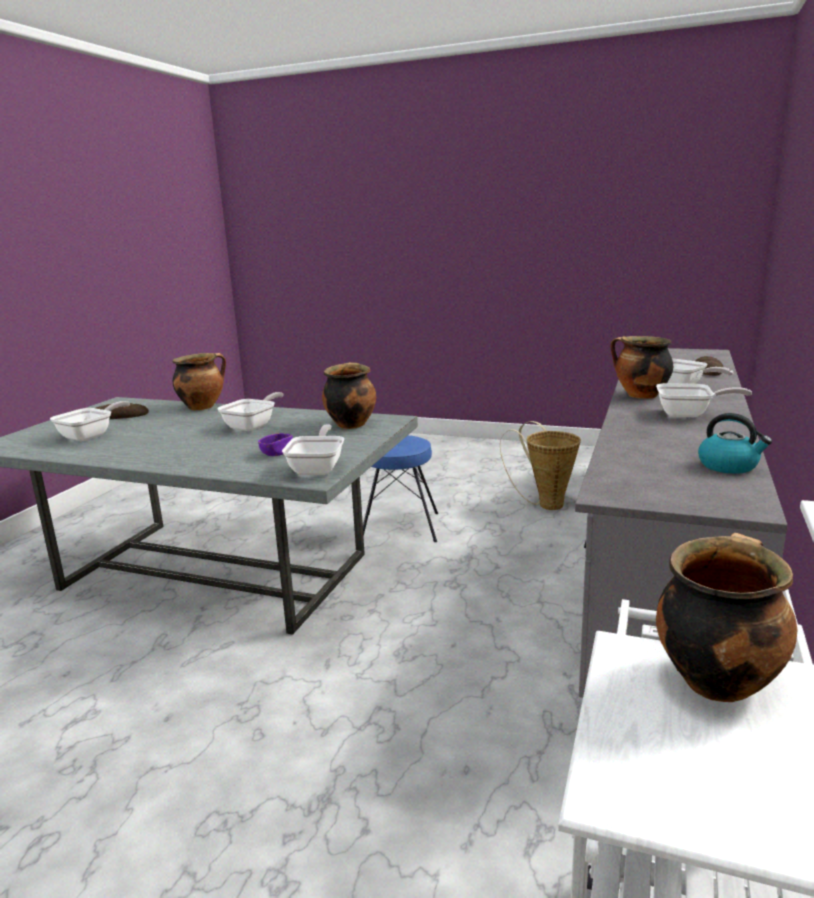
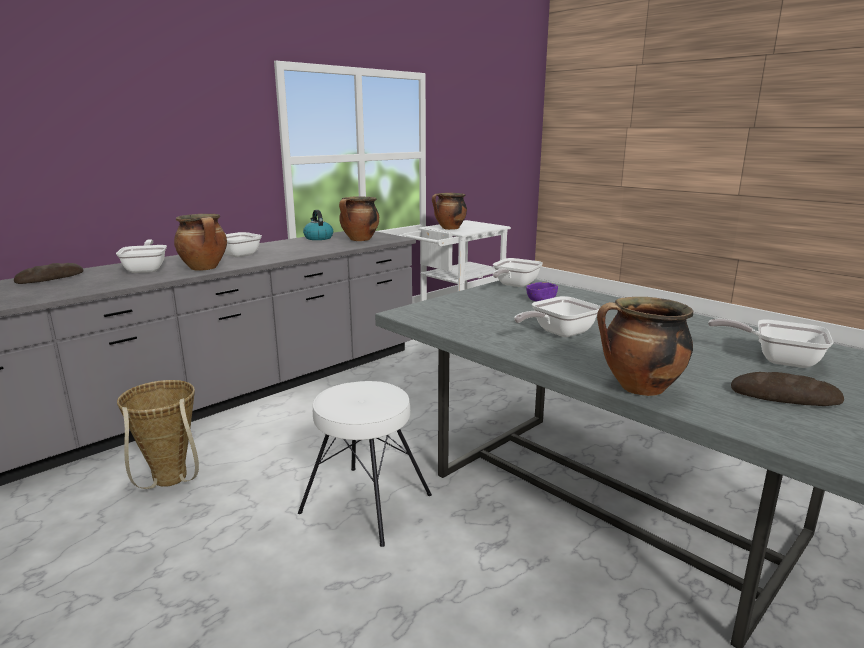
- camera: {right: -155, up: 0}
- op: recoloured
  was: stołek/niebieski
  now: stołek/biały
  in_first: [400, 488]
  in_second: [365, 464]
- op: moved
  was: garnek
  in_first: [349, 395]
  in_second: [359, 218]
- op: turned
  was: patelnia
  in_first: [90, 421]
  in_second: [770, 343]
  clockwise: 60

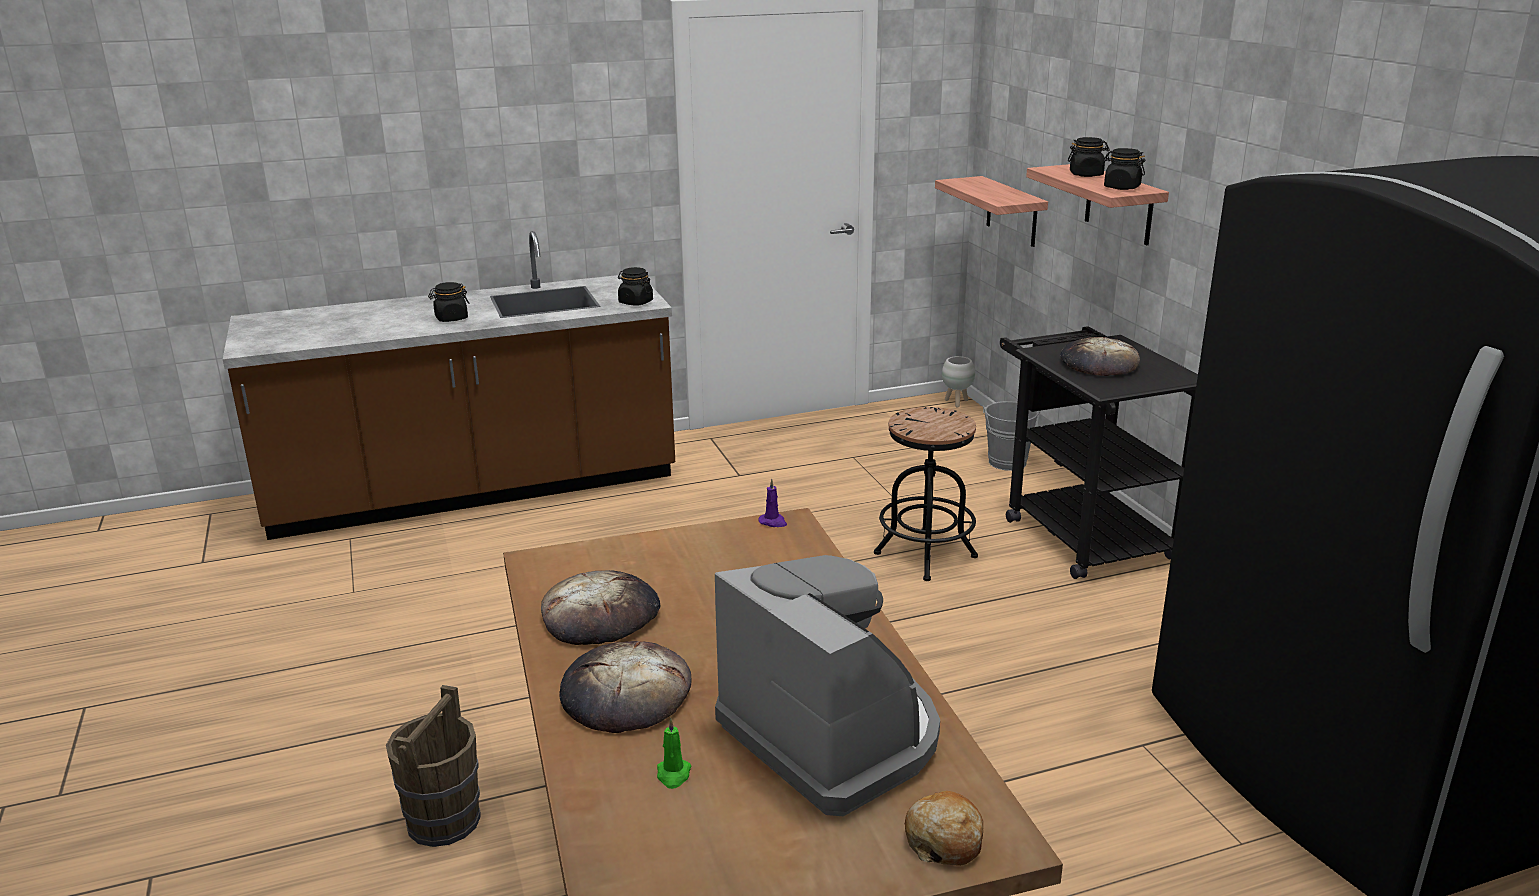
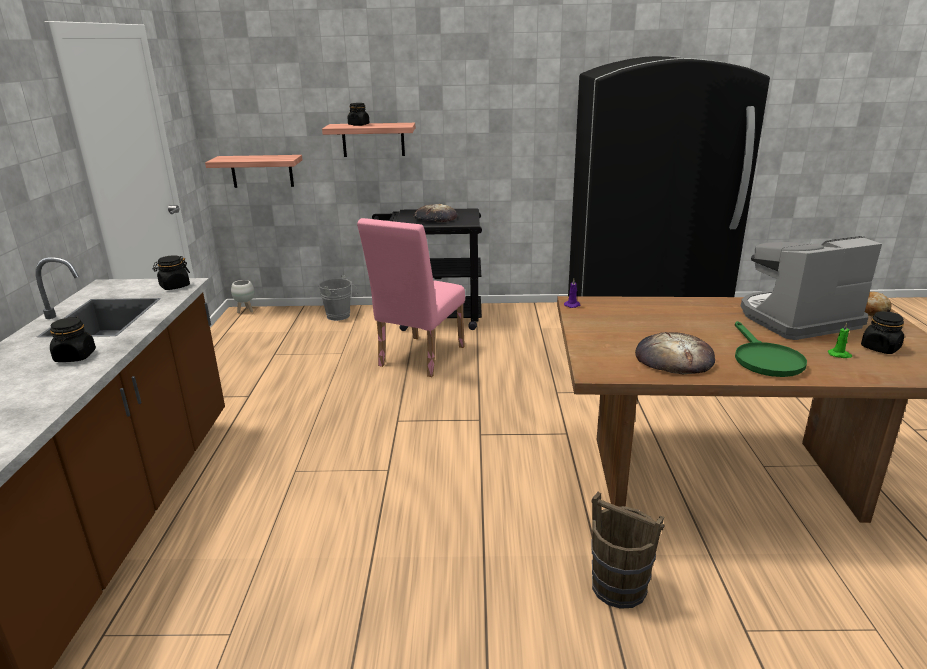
- camera: {right: -70, up: 0}
- op: replaced
  was: stołek/czarny
  now: krzesło/różowy
  in_first: [926, 494]
  in_second: [411, 297]
- op: replaced
  was: chleb
  now: patelnia/zielony
  in_first: [625, 687]
  in_second: [771, 349]
- op: moved
  was: słoik/czarny
  in_first: [1124, 169]
  in_second: [882, 332]

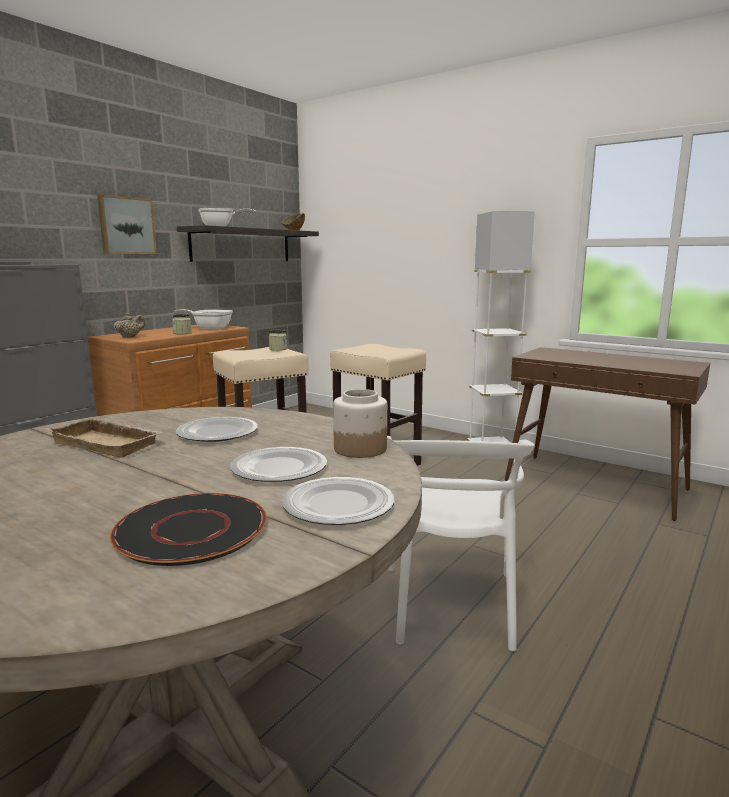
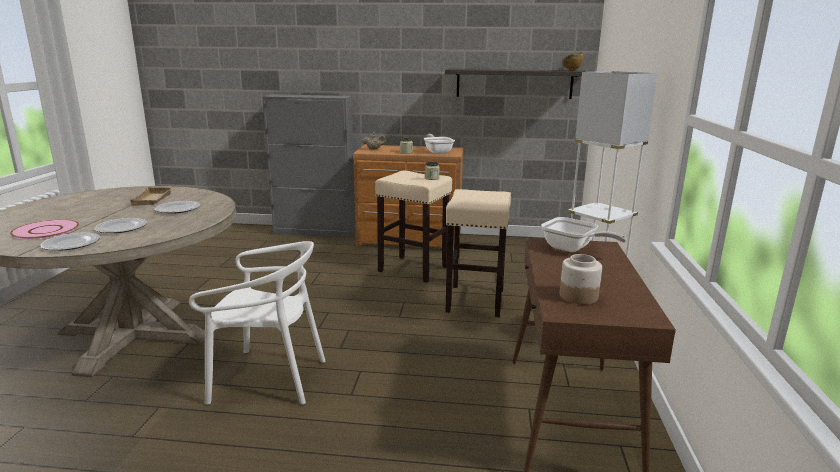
- camera: {right: 60, up: 5}
- op: recoloured
  was: talerz/czarny
  now: talerz/różowy
  in_first: [188, 529]
  in_second: [44, 230]
- op: turned
  was: krzesło/biały
  in_first: [460, 543]
  in_second: [257, 323]
  clockwise: -150
- op: moved
  was: patelnia
  in_first: [227, 217]
  in_second: [584, 234]
- op: moved
  was: słoik
  in_first: [360, 423]
  in_second: [581, 279]
- op: removed
  was: obraz
  in_first: [127, 224]

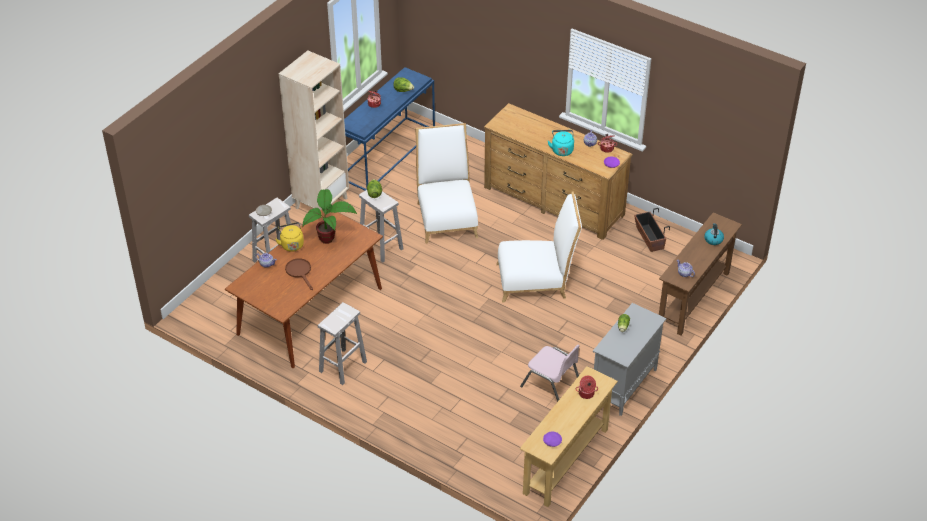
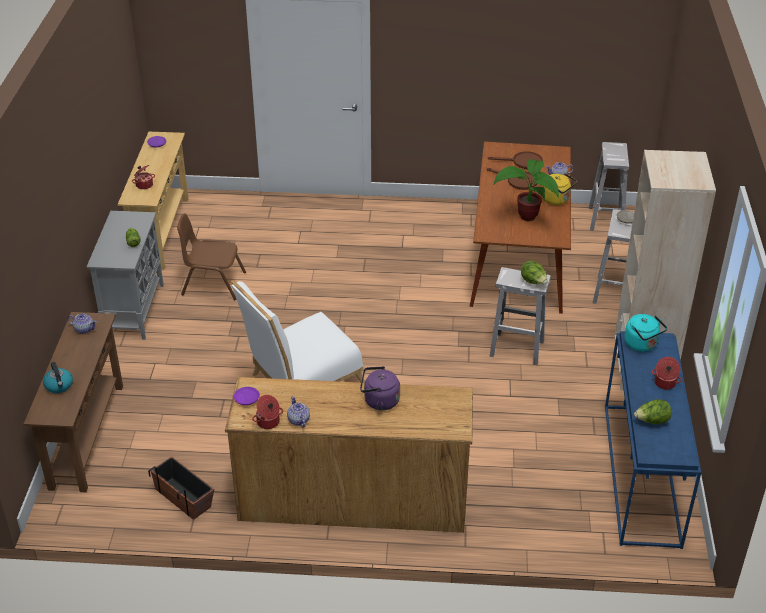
- camera: {right: 150, up: -5}
- op: recoloured
  was: krzesło/różowy
  now: krzesło/brązowy
  in_first: [550, 373]
  in_second: [211, 256]
- op: added
  now: czajnik/fioletowy
  in_second: [380, 388]
- op: added
  now: patelnia/brązowy
  in_second: [515, 160]
- op: moved
  was: stołek/biały
  in_first: [342, 343]
  in_second: [609, 186]
- op: moved
  was: czajnik/turkusowy
  in_first: [561, 143]
  in_second: [645, 333]
- op: removed
  was: krzesło/biały
  in_first: [446, 183]

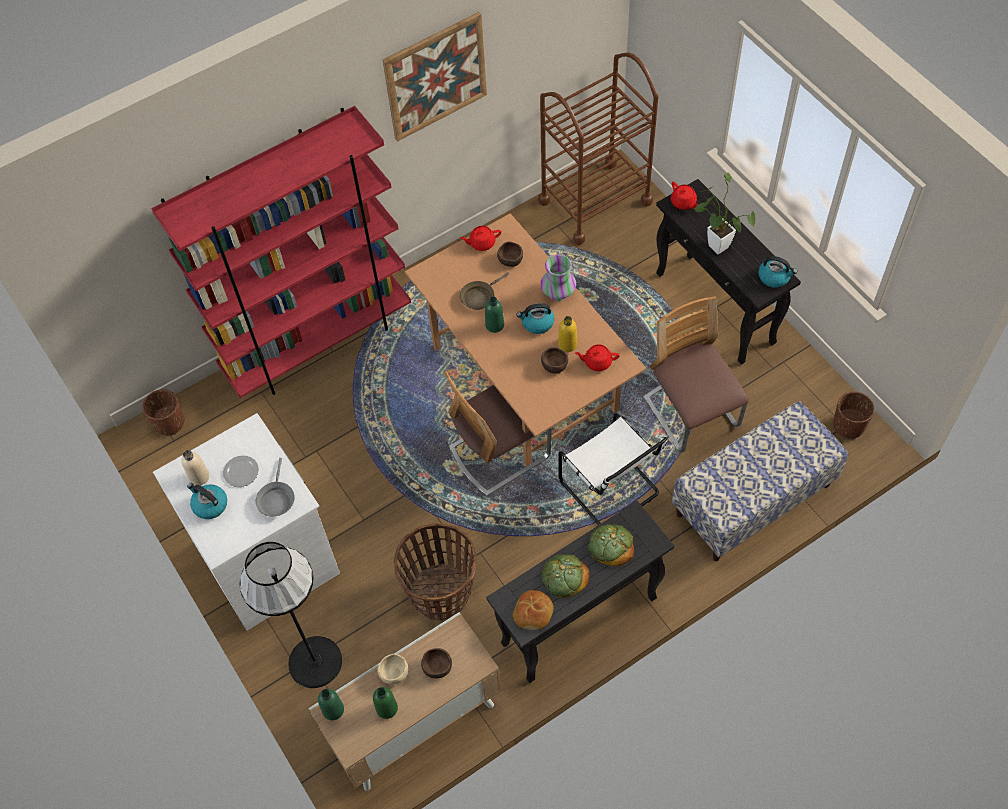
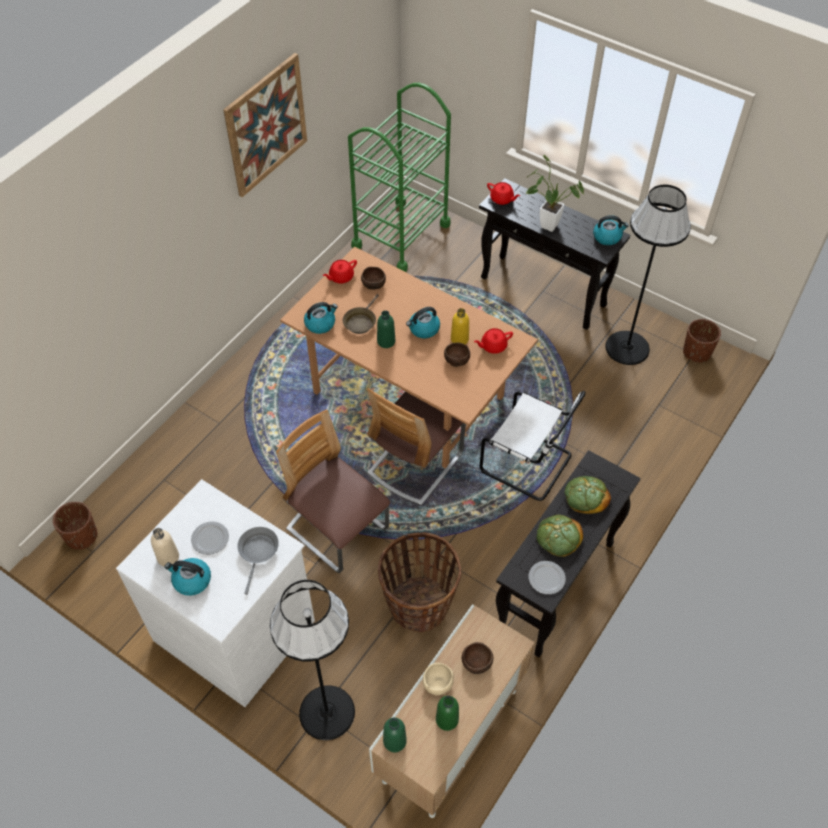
- camera: {right: -25, up: -5}
- op: turned
  was: patelnia/szary
  in_first: [275, 487]
  in_second: [258, 561]
  clockwise: -150
- op: moved
  was: krzesło
  in_first: [696, 374]
  in_second: [333, 491]
- op: added
  now: czajnik
  in_second: [321, 318]
- op: recoloured
  was: wózek/brązowy
  now: wózek/zielony
  in_first: [598, 148]
  in_second: [399, 177]
- op: replaced
  was: chleb
  now: talerz
  in_first: [533, 610]
  in_second: [547, 577]
- op: added
  now: lampa stojąca/czarny
  in_second: [648, 275]
- op: removed
  was: regał/czerwony
  in_first: [281, 252]
- op: removed
  was: wazon
  in_first: [558, 278]
- op: removed
  was: ławka
  in_first: [760, 481]

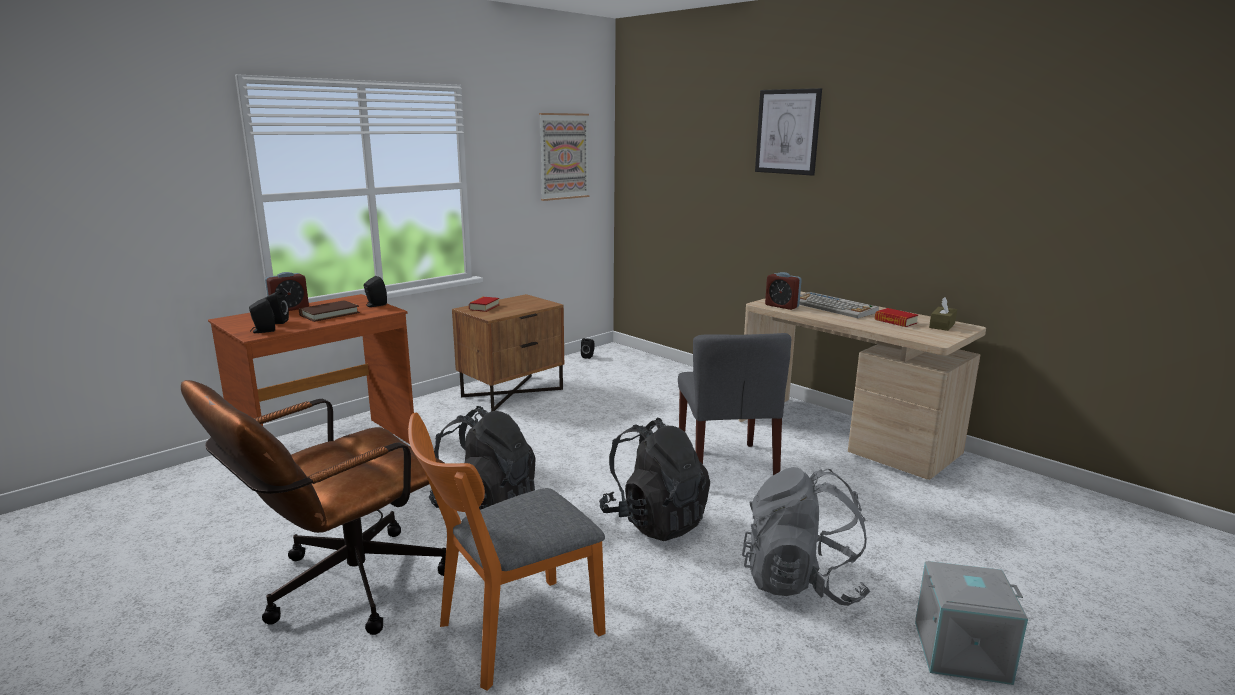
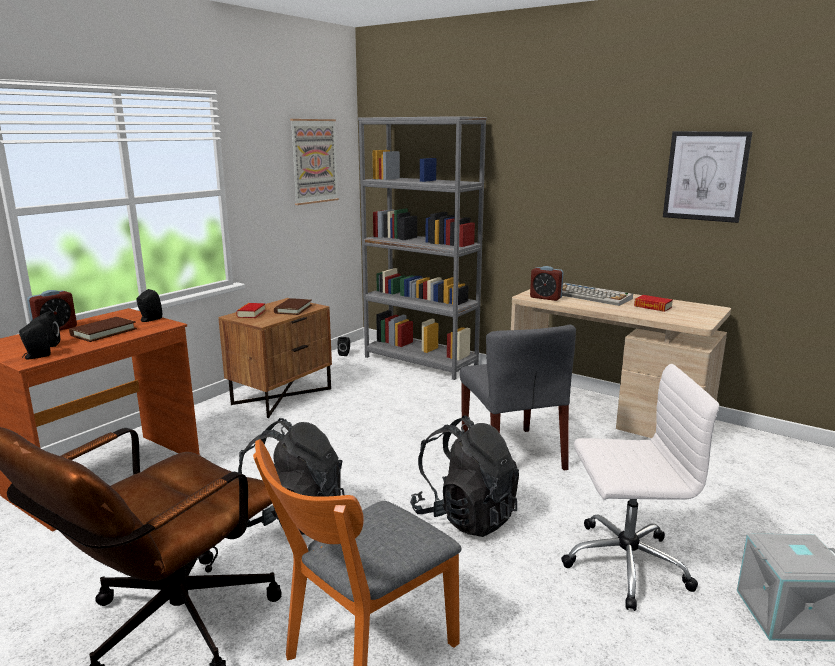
- camera: {right: -10, up: 0}
- op: added
  now: książka/brązowy
  in_second: [293, 306]
- op: added
  now: regał/szary
  in_second: [422, 248]
- op: replaced
  was: plecak/szary
  now: krzesło biurowe/biały
  in_first: [806, 536]
  in_second: [640, 487]
- op: moved
  was: obraz
  in_first: [788, 132]
  in_second: [707, 177]
- op: removed
  was: pudełko chusteczek/brązowy
  in_first: [943, 314]

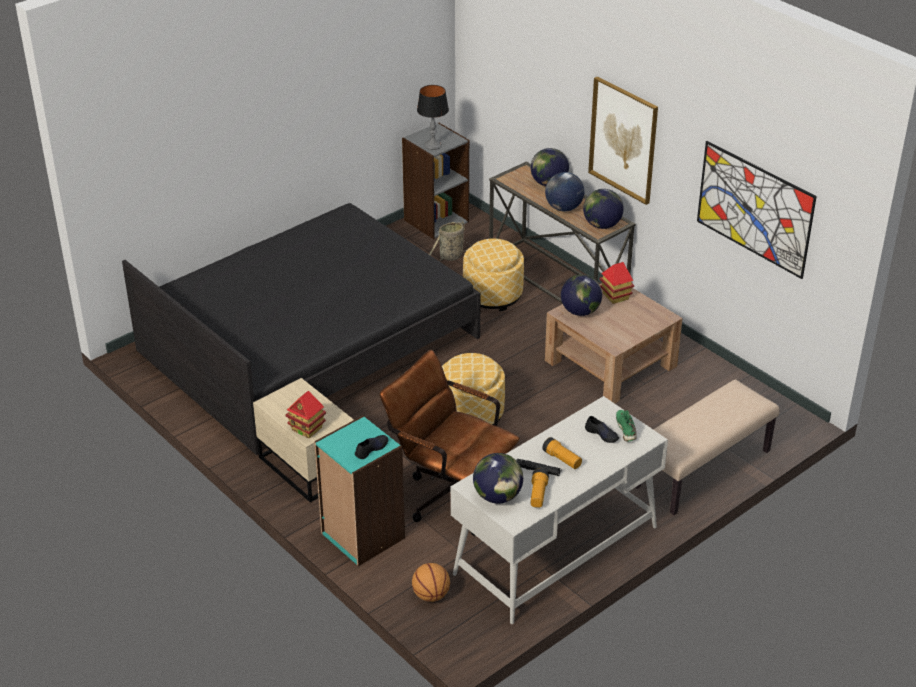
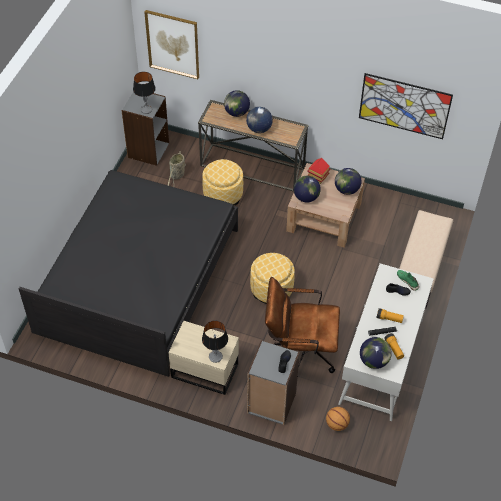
- camera: {right: -30, up: 15}
- op: moved
  was: obraz
  in_first: [623, 140]
  in_second: [171, 44]
- op: replaced
  was: domek
  now: lampa stołowa
  in_first: [306, 414]
  in_second: [215, 342]
- op: recoloured
  was: regał/turkusowy
  now: regał/szary
  in_first: [359, 491]
  in_second: [273, 383]
- op: moved
  was: globus
  in_first: [603, 209]
  in_second: [348, 181]

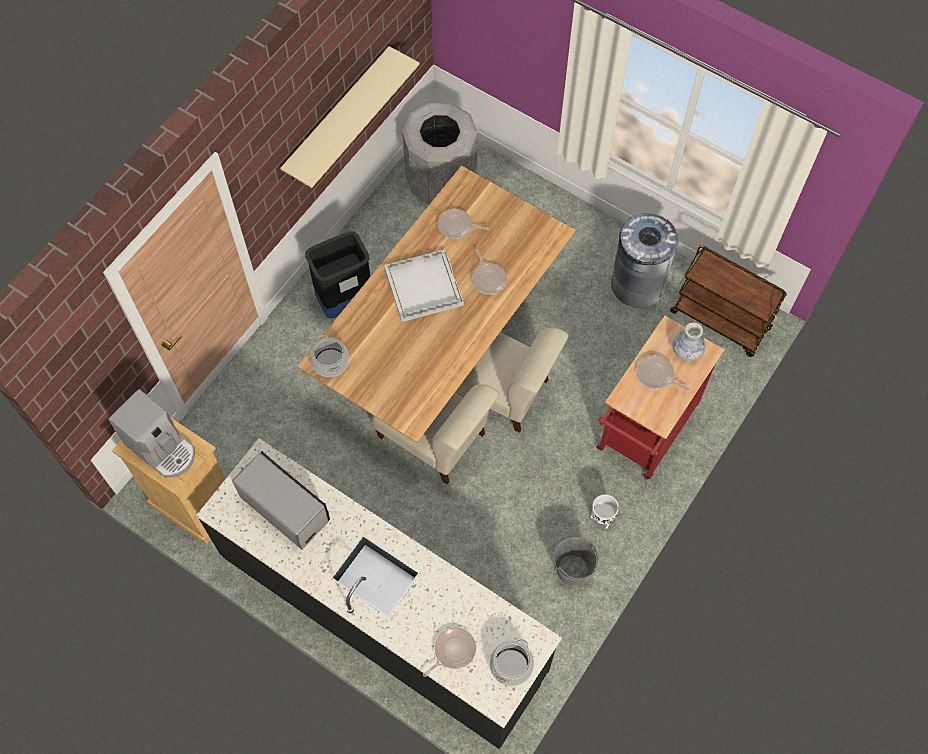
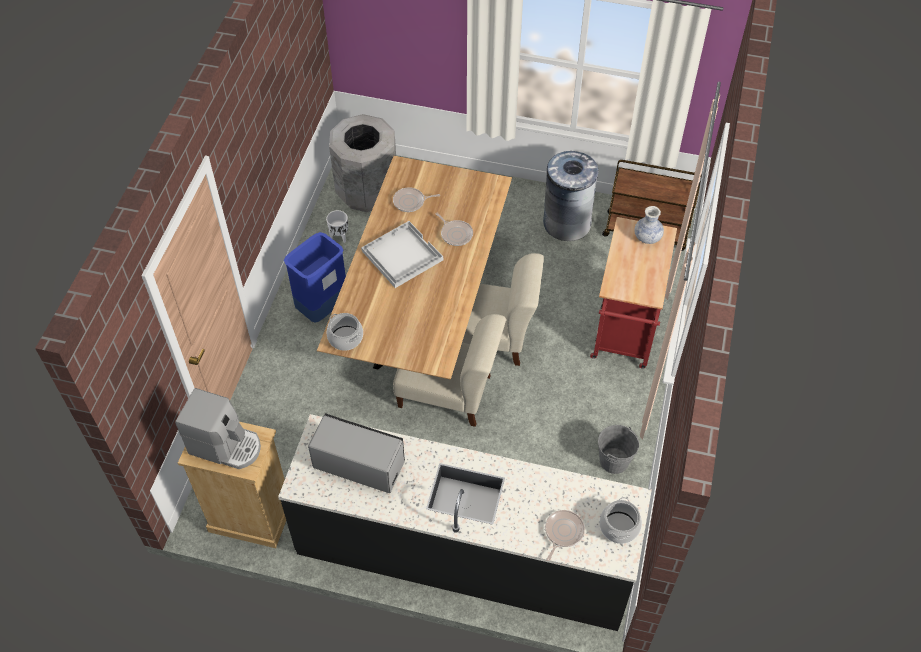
- camera: {right: -20, up: -10}
- op: recoloured
  was: kosz na śmieci/czarny
  now: kosz na śmieci/niebieski
  in_first: [337, 274]
  in_second: [315, 277]
- op: moved
  was: donica/biały
  in_first: [605, 512]
  in_second: [337, 226]
- op: removed
  was: półka/beżowy
  in_first: [350, 117]
- op: removed
  was: patelnia
  in_first: [663, 373]

